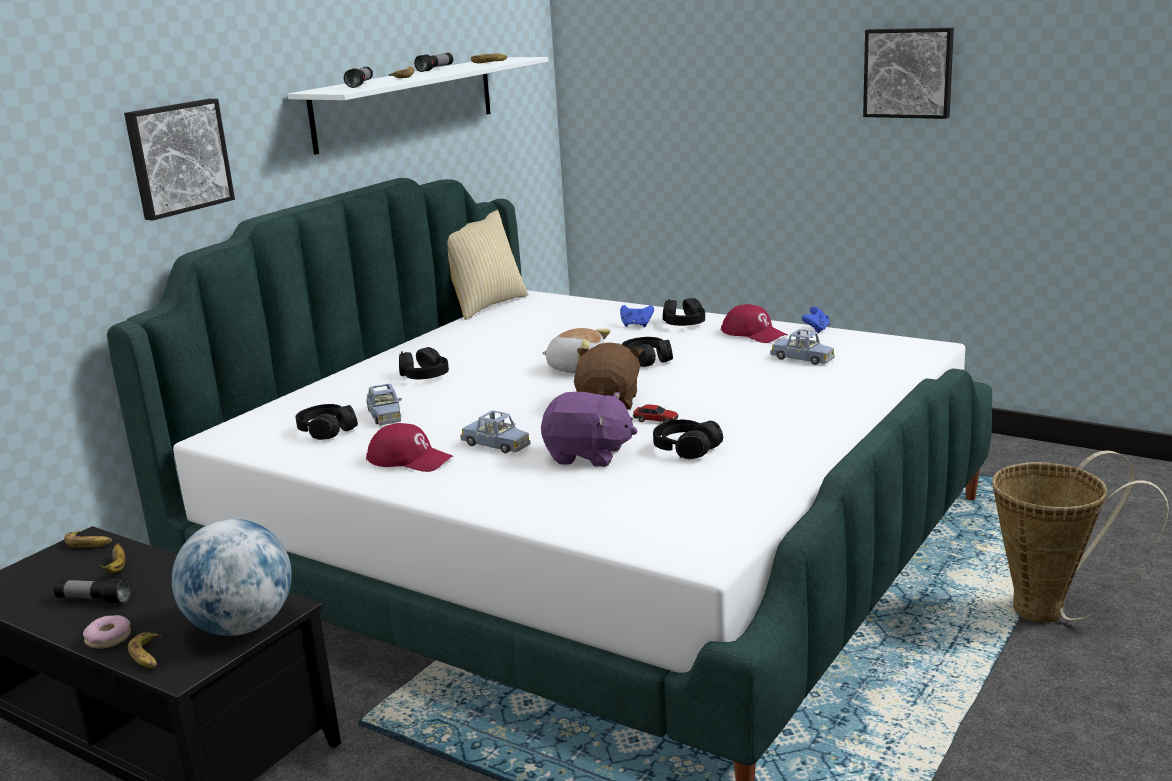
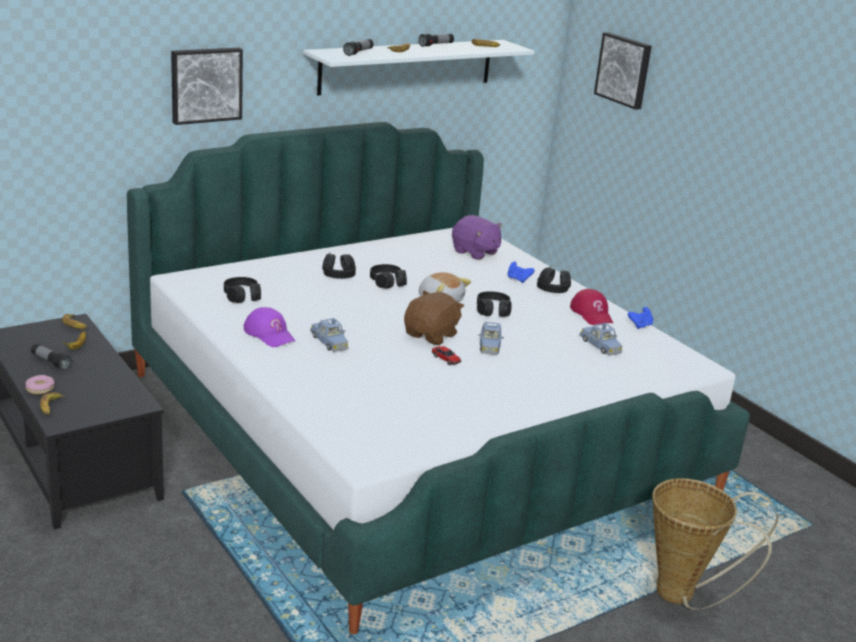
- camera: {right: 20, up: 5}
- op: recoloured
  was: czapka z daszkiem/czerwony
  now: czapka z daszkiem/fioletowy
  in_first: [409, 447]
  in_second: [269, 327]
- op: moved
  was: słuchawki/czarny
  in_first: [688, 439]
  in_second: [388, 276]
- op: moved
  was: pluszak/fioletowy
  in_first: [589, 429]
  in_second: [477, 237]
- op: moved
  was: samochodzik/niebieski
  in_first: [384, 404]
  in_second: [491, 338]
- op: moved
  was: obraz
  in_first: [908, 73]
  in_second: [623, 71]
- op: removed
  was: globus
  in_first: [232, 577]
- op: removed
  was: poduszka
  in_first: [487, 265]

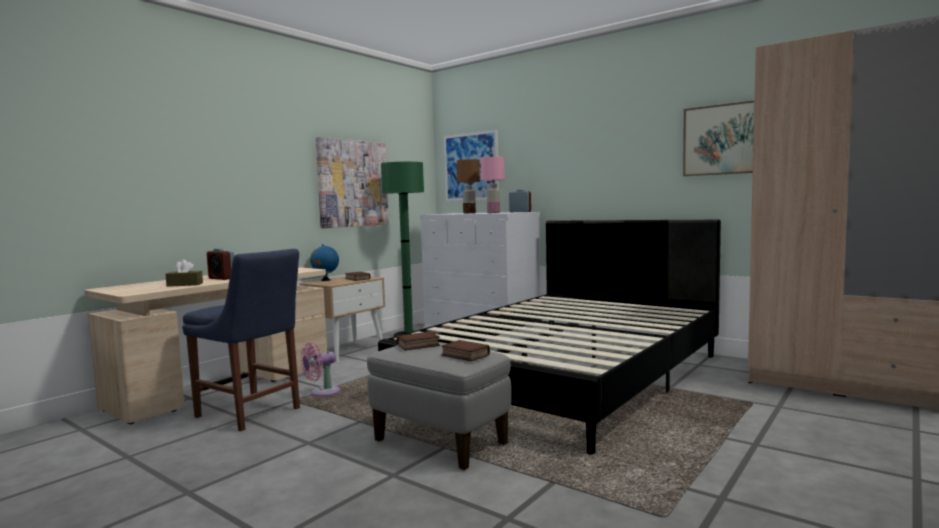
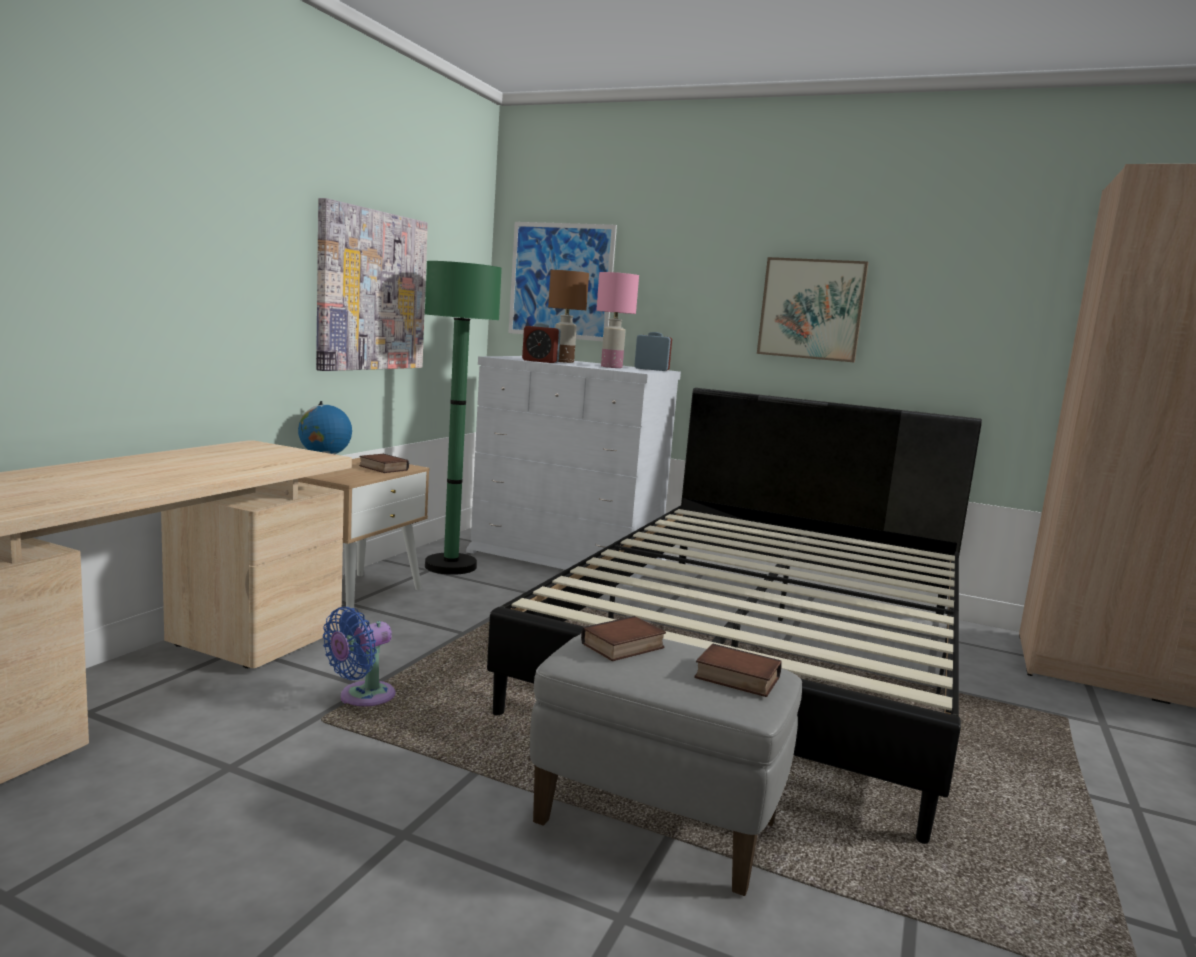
- camera: {right: -15, up: 5}
- op: recoloured
  was: wentylator/różowy
  now: wentylator/niebieski
  in_first: [320, 369]
  in_second: [359, 656]
- op: moved
  was: budzik
  in_first: [220, 264]
  in_second: [541, 343]
- op: moved
  was: obraz
  in_first: [718, 138]
  in_second: [813, 309]
- op: removed
  was: pudełko chusteczek/brązowy
  in_first: [184, 273]
- op: removed
  was: krzesło/niebieski
  in_first: [241, 340]

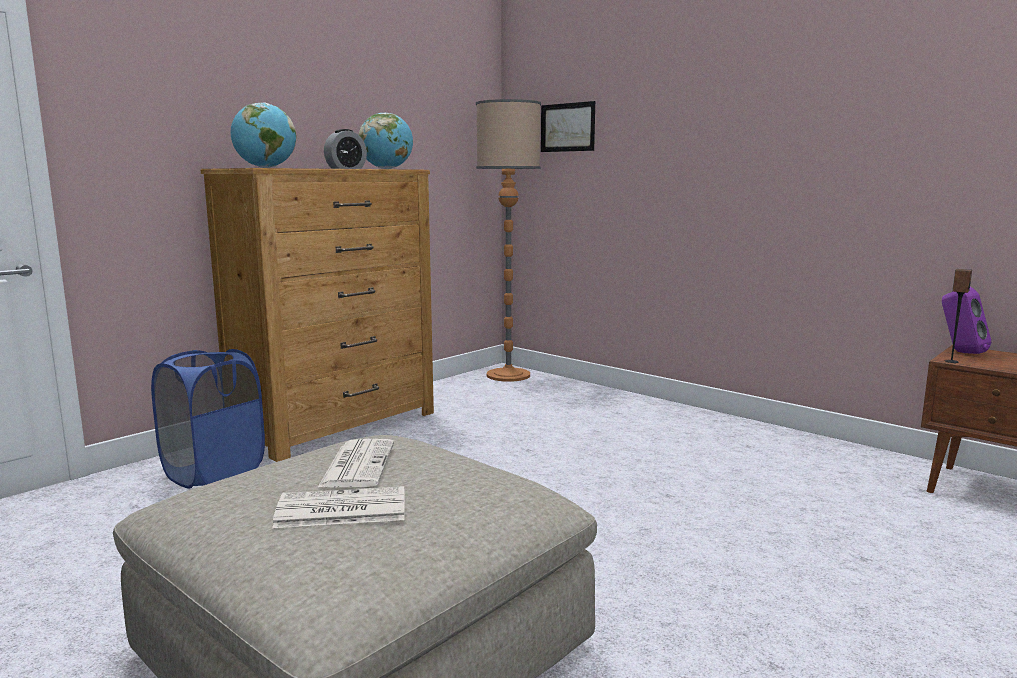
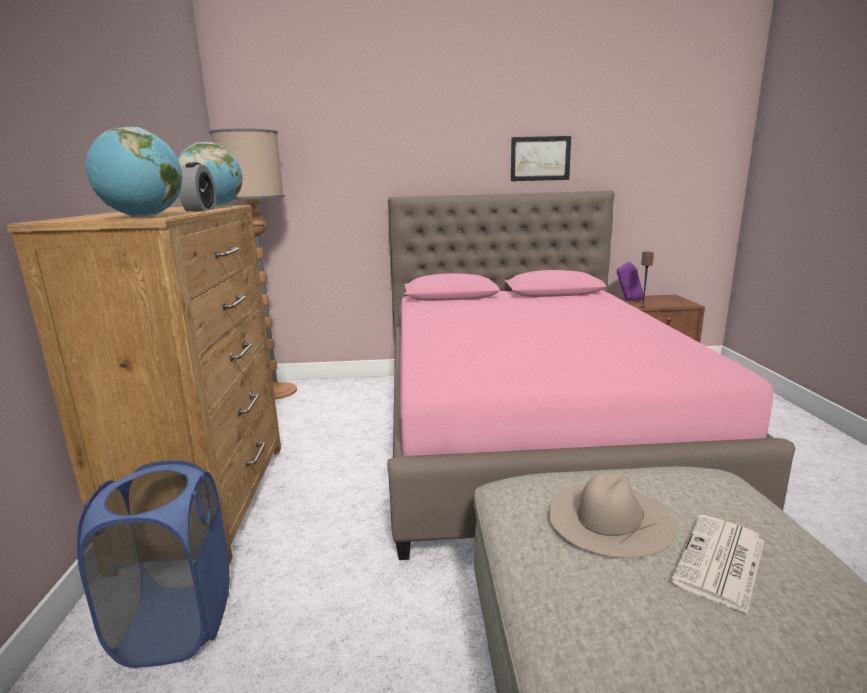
- camera: {right: -45, up: 5}
- op: added
  now: łóżko/różowy
  in_second: [591, 375]
- op: moved
  was: obraz
  in_first: [568, 126]
  in_second: [541, 158]
- op: replaced
  was: gazeta
  now: kapelusz/beżowy
  in_first: [355, 463]
  in_second: [612, 515]

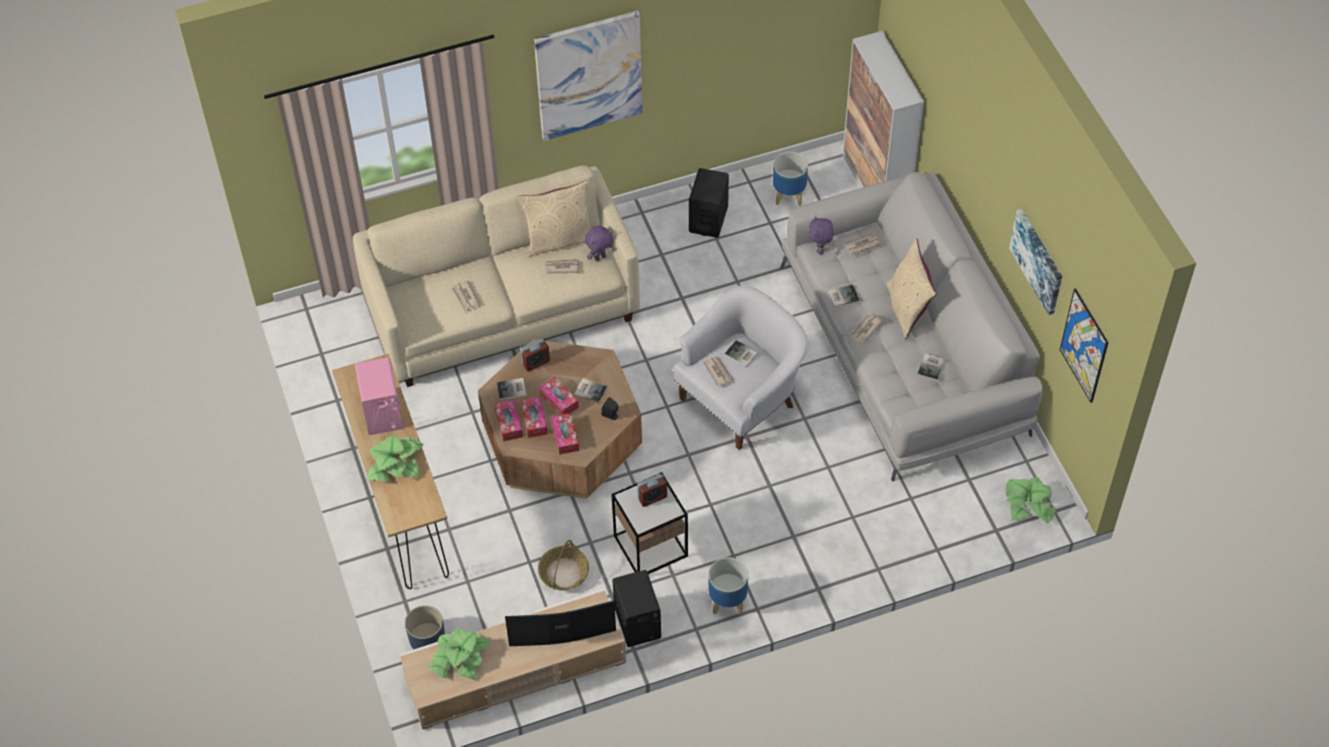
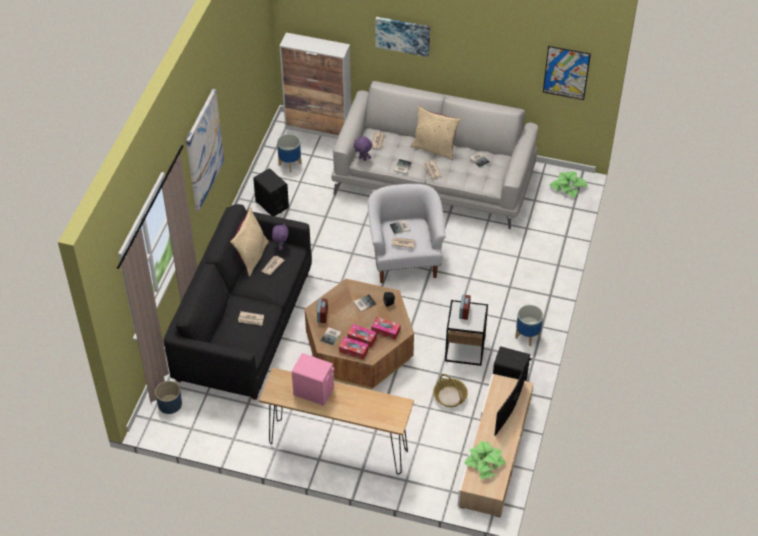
- camera: {right: -55, up: -5}
- op: moved
  was: donica/niebieski
  in_first: [425, 627]
  in_second: [168, 397]
- op: recoloured
  was: kanapa/beżowy
  now: kanapa/czarny
  in_first: [496, 276]
  in_second: [238, 302]
- op: moved
  was: obraz
  in_first: [1035, 262]
  in_second: [402, 37]
- op: removed
  was: roślina doniczkowa
  in_first: [396, 458]
- op: removed
  was: pudełko chusteczek
  in_first: [559, 396]

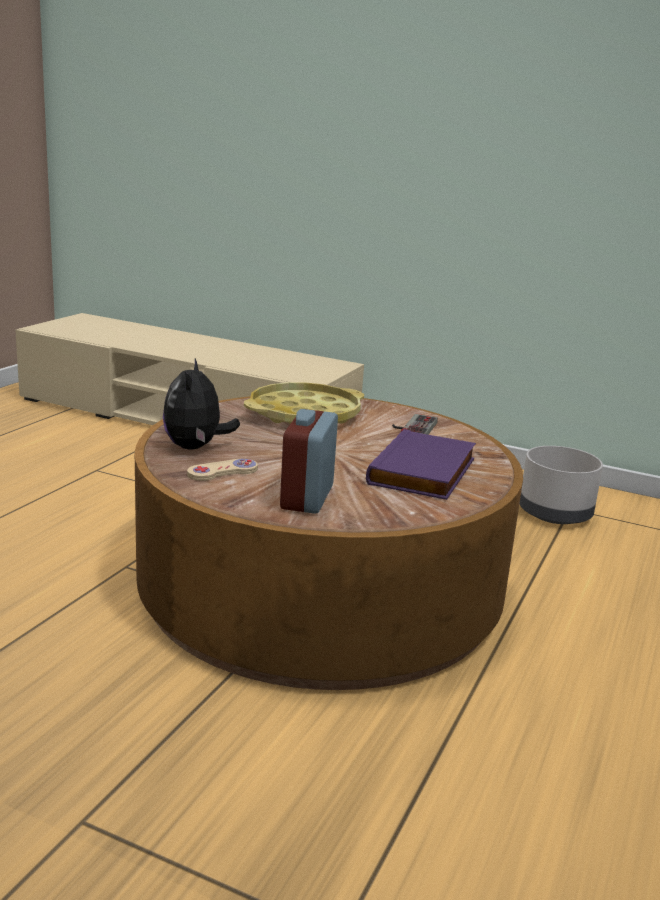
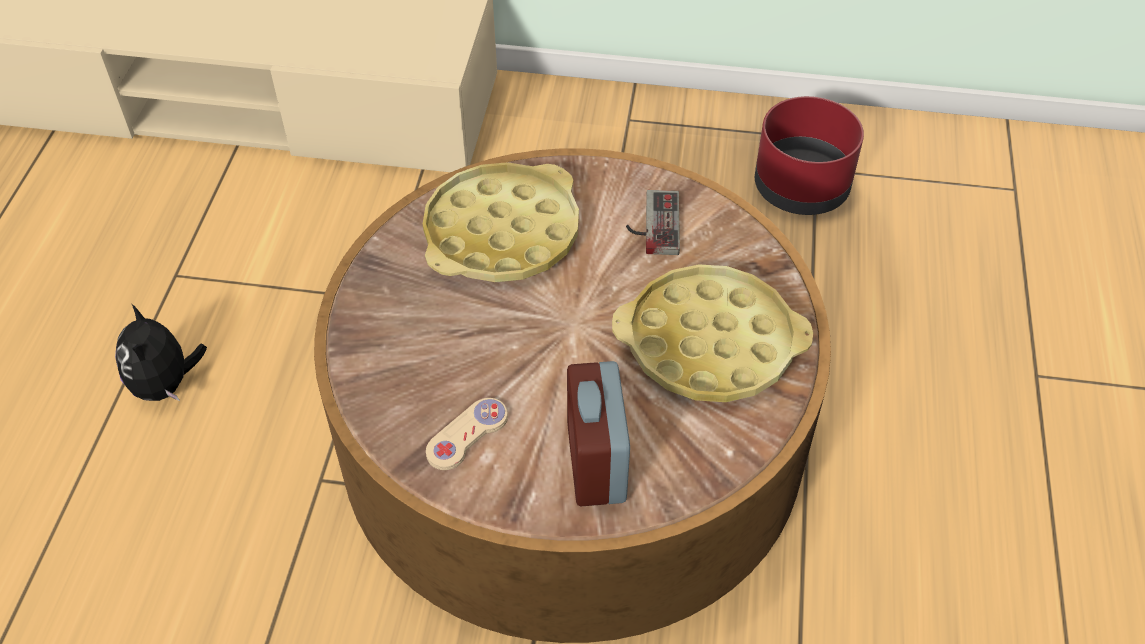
- camera: {right: -15, up: 30}
- op: moved
  was: pluszak
  in_first: [201, 404]
  in_second: [161, 352]
- op: replaced
  was: książka/fioletowy
  now: taca/żółty
  in_first: [421, 464]
  in_second: [712, 333]
- op: recoloured
  was: donica/szary
  now: donica/czerwony
  in_first: [561, 485]
  in_second: [809, 155]

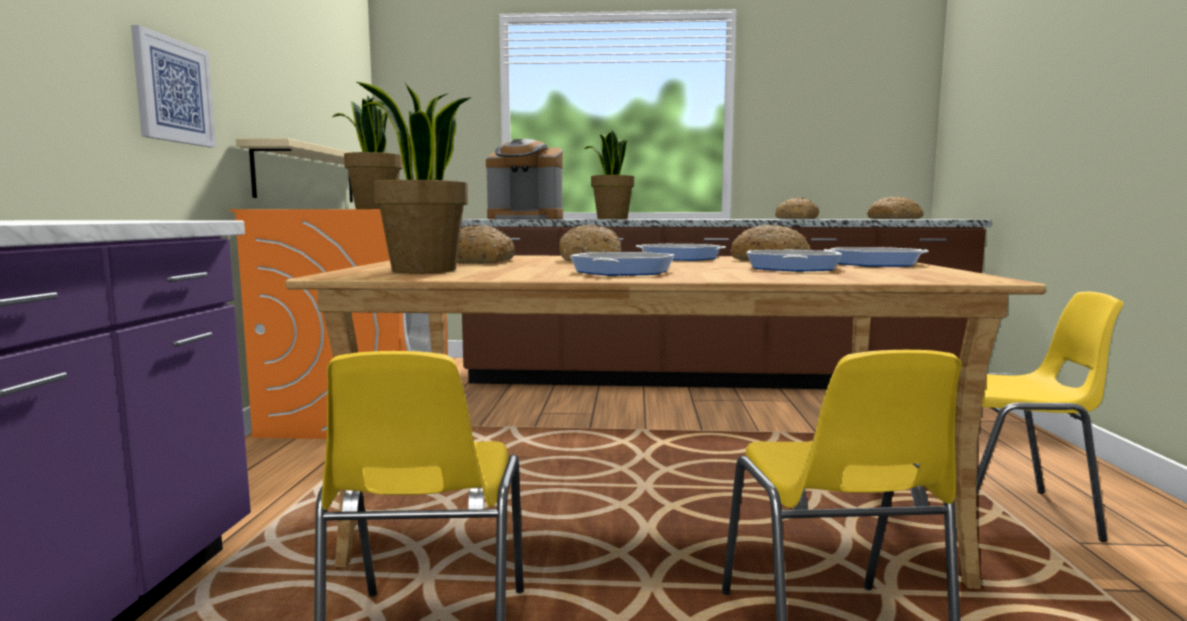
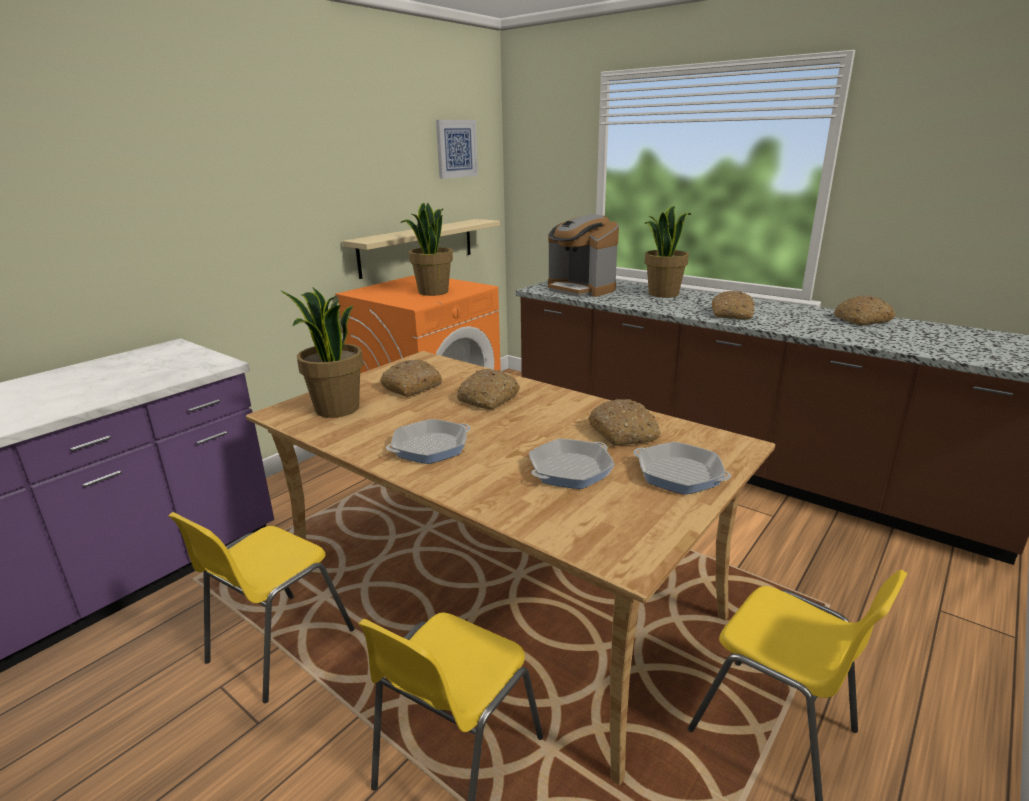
- camera: {right: 35, up: 15}
- op: moved
  was: obraz
  in_first: [173, 86]
  in_second: [457, 149]
- op: moved
  was: chleb
  in_first: [895, 207]
  in_second: [733, 305]
- op: removed
  was: patelnia
  in_first: [681, 252]

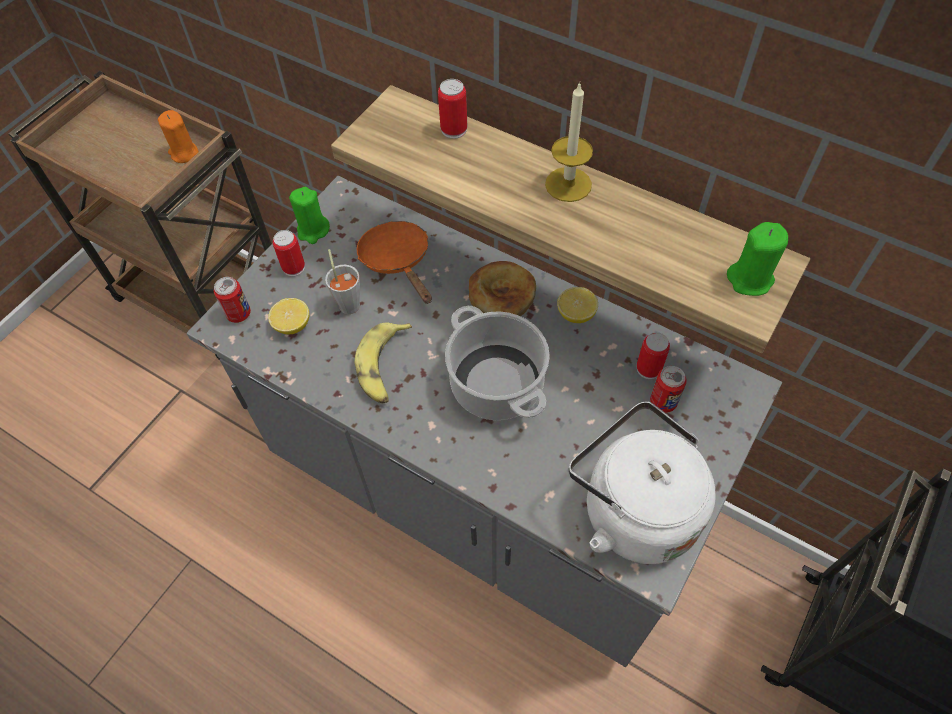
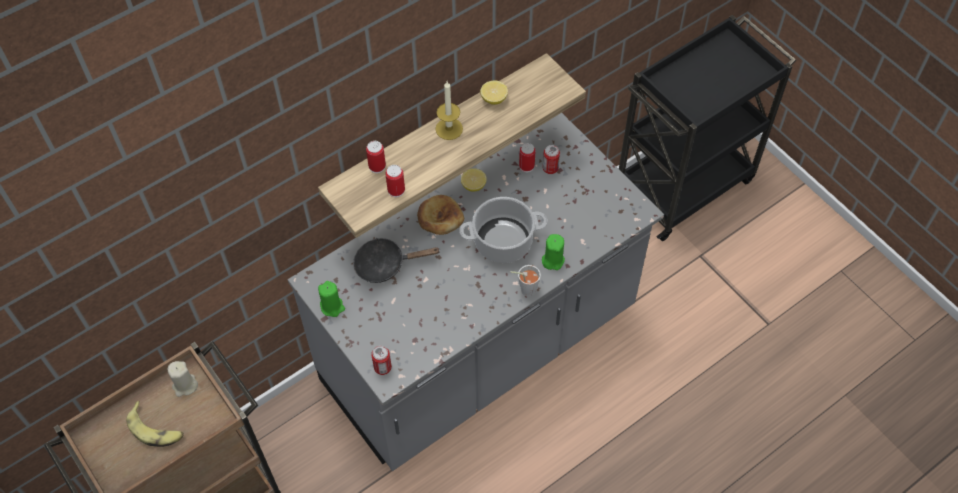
- camera: {right: -70, up: 0}
- op: moved
  was: banan
  in_first: [383, 362]
  in_second: [155, 424]
- op: recoloured
  was: świeca/pomarańczowy
  now: świeca/beżowy
  in_first: [178, 136]
  in_second: [183, 379]
- op: recoloured
  was: patelnia/pomarańczowy
  now: patelnia/czarny
  in_first: [394, 262]
  in_second: [397, 260]
- op: moved
  was: puszka
  in_first: [289, 253]
  in_second: [395, 181]
- op: moved
  was: cytryna
  in_first: [288, 316]
  in_second: [494, 93]
- op: moved
  was: filiżanka/szary
  in_first: [342, 281]
  in_second: [525, 281]
- op: moved
  was: świeca/zielony
  in_first: [757, 259]
  in_second: [553, 252]
- op: removed
  was: czajnik/biały
  in_first: [642, 483]

